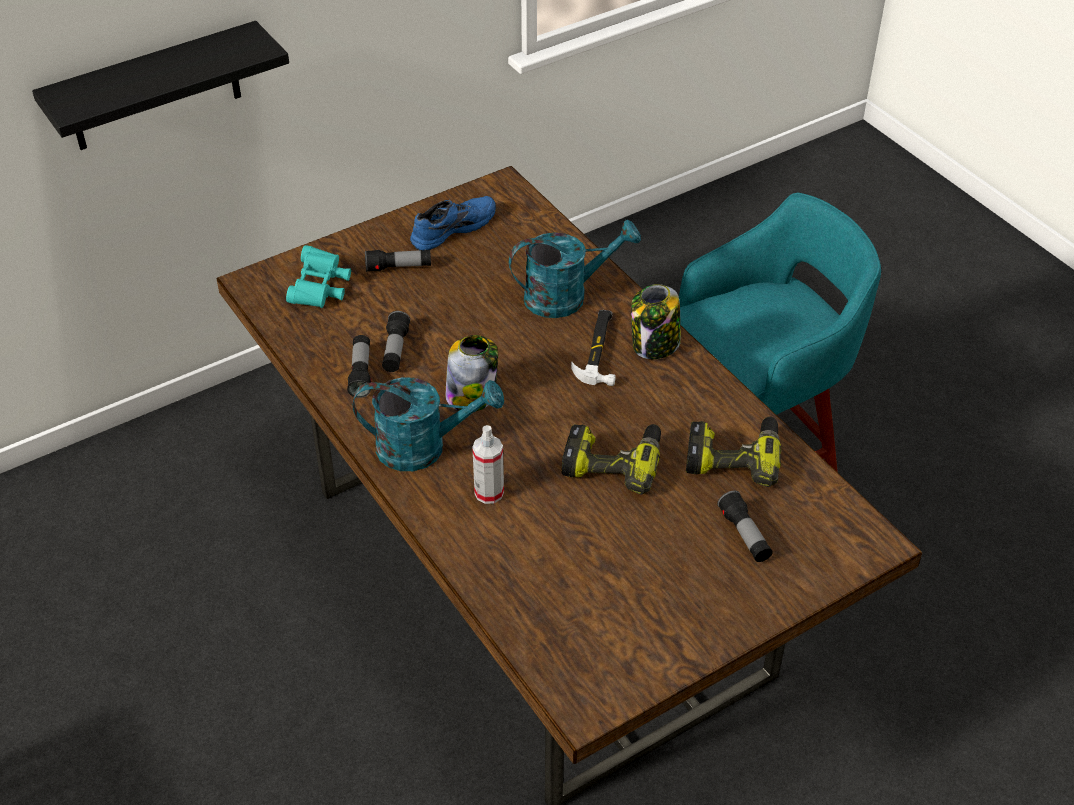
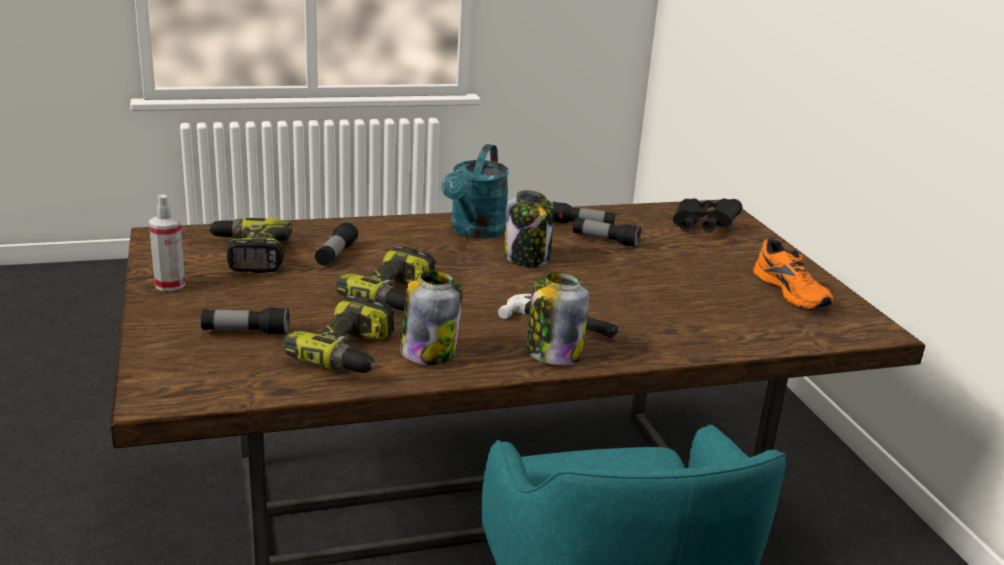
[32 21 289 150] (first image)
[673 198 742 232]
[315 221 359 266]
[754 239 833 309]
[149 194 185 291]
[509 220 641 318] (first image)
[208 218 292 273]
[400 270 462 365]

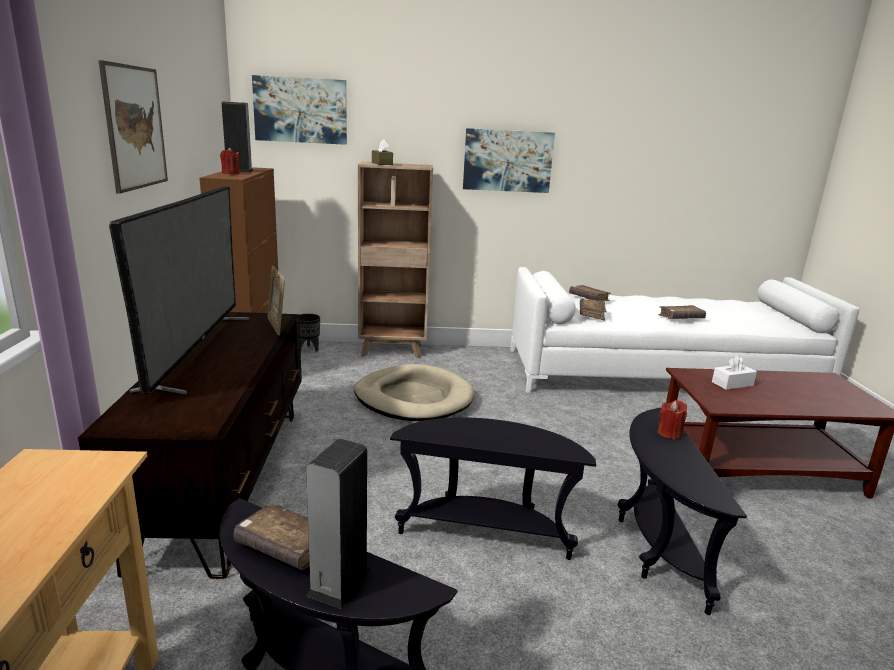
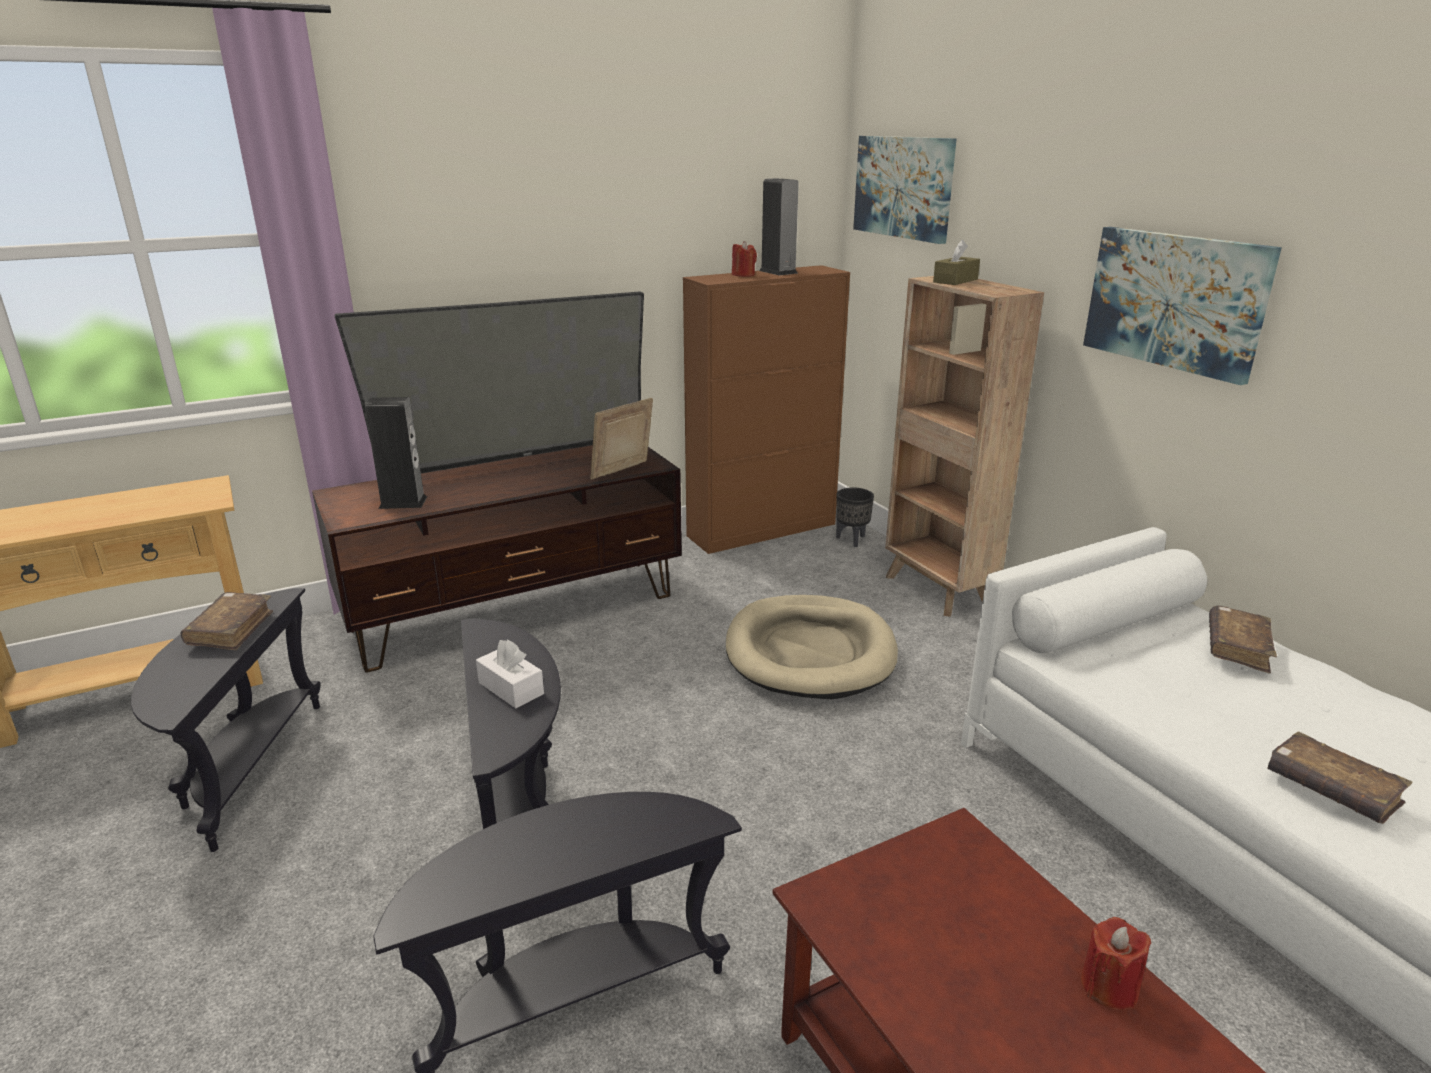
[98 60 168 194] (first image)
[365 397 427 509]
[580 298 607 321] (first image)
[1081 917 1151 1010]
[476 640 544 708]

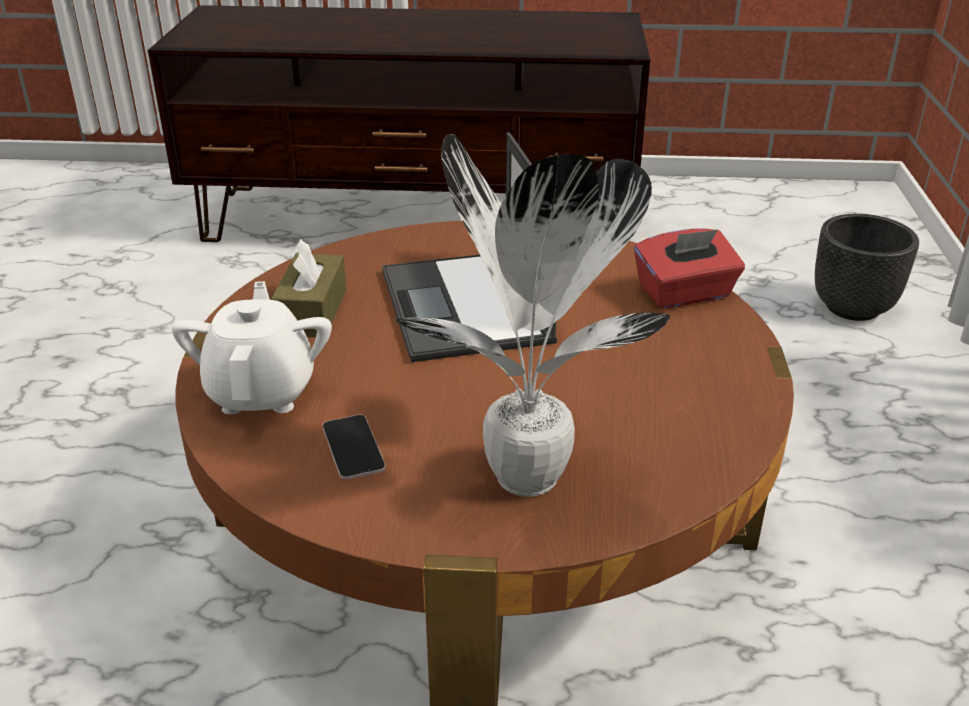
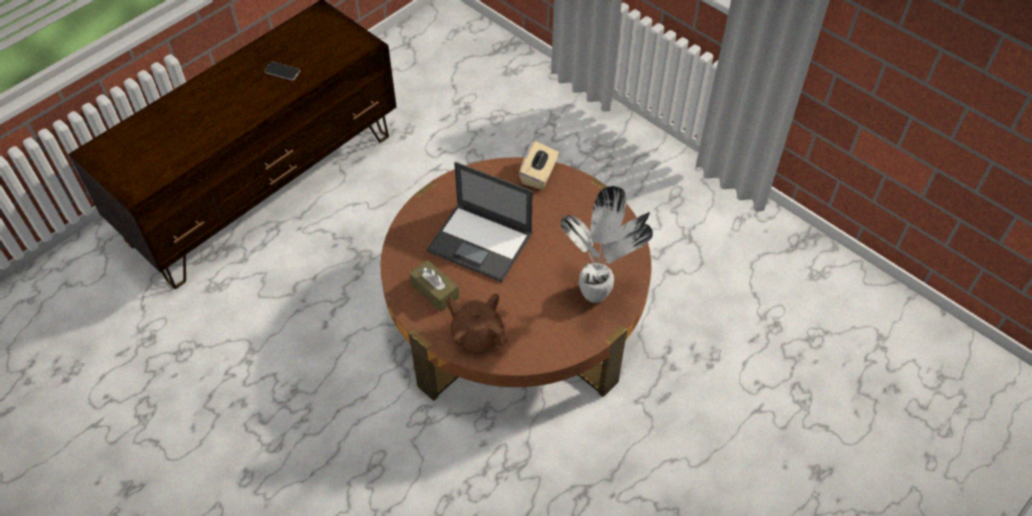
[445 293 507 354]
[264 62 300 80]
[519 141 559 189]
[815 214 919 321] (first image)

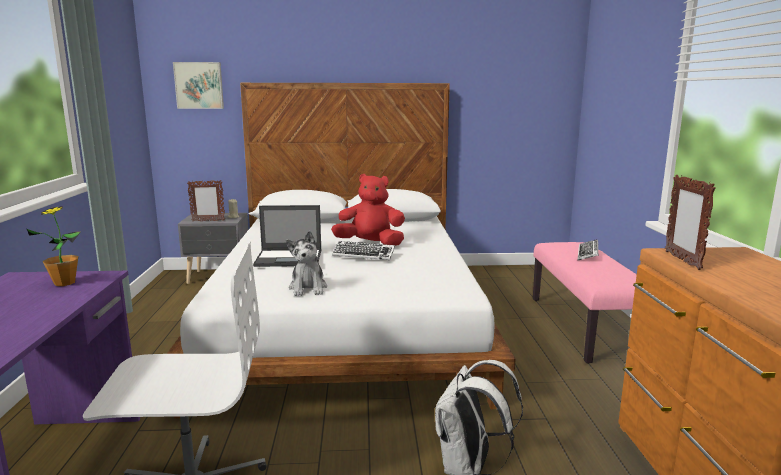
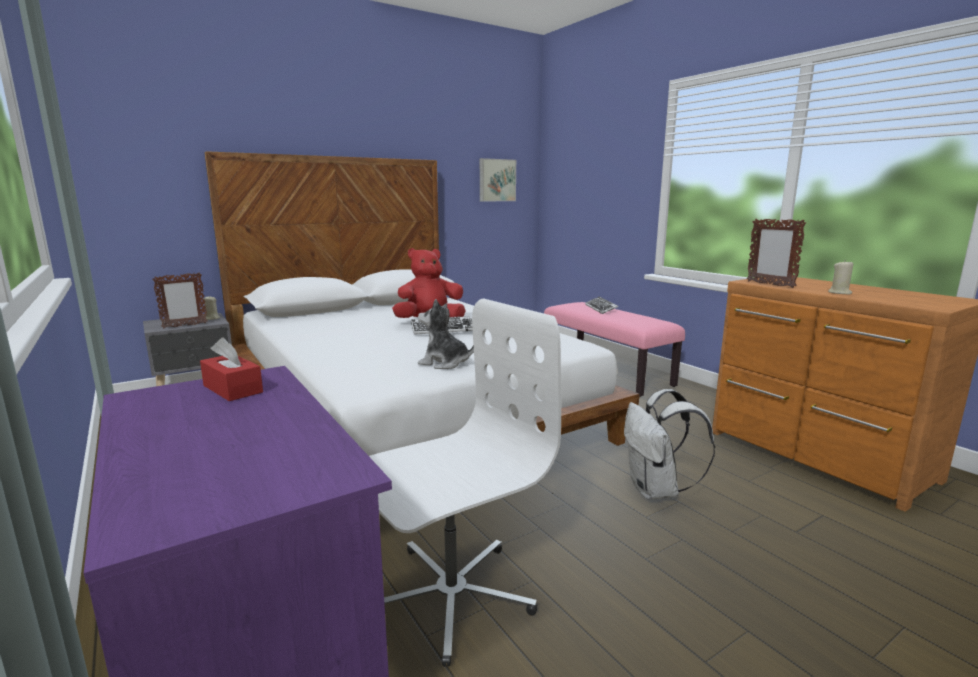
[200 337 263 401]
[480 158 516 201]
[253 205 321 267] (first image)
[418 299 474 369]
[828 260 853 295]

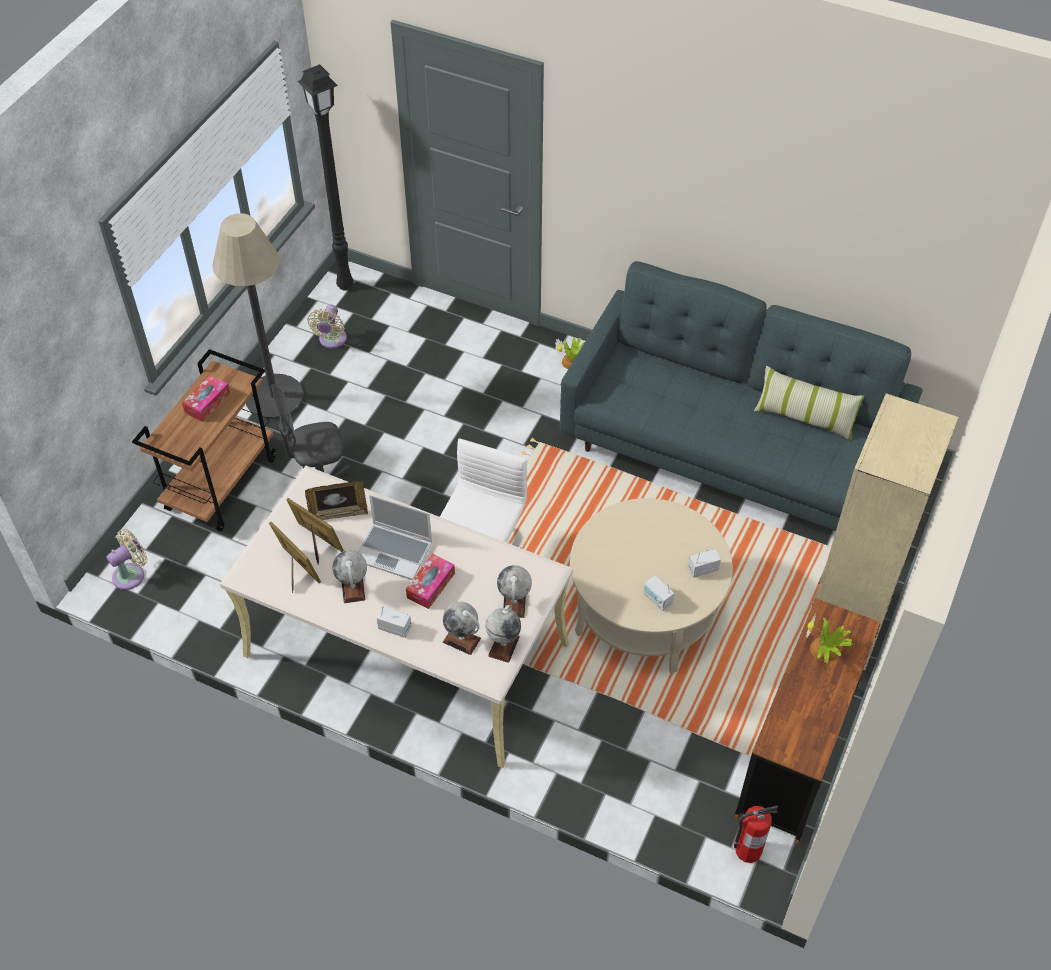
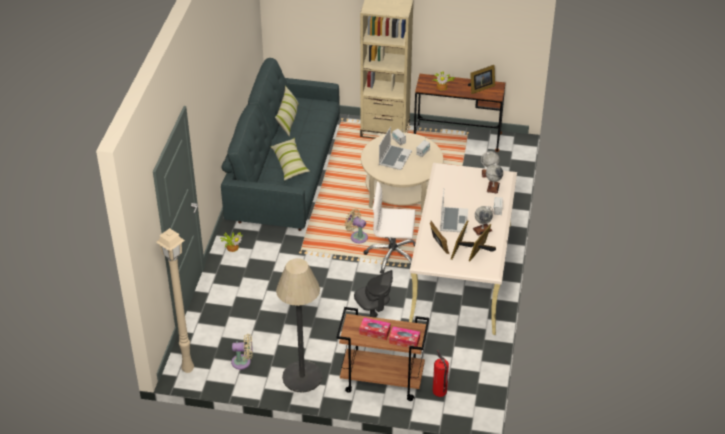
[345 209 368 243]
[156 228 194 373]
[389 326 420 347]
[497 565 532 618] (first image)
[433 350 449 397]
[271 138 310 181]
[379 127 412 170]
[468 65 495 94]

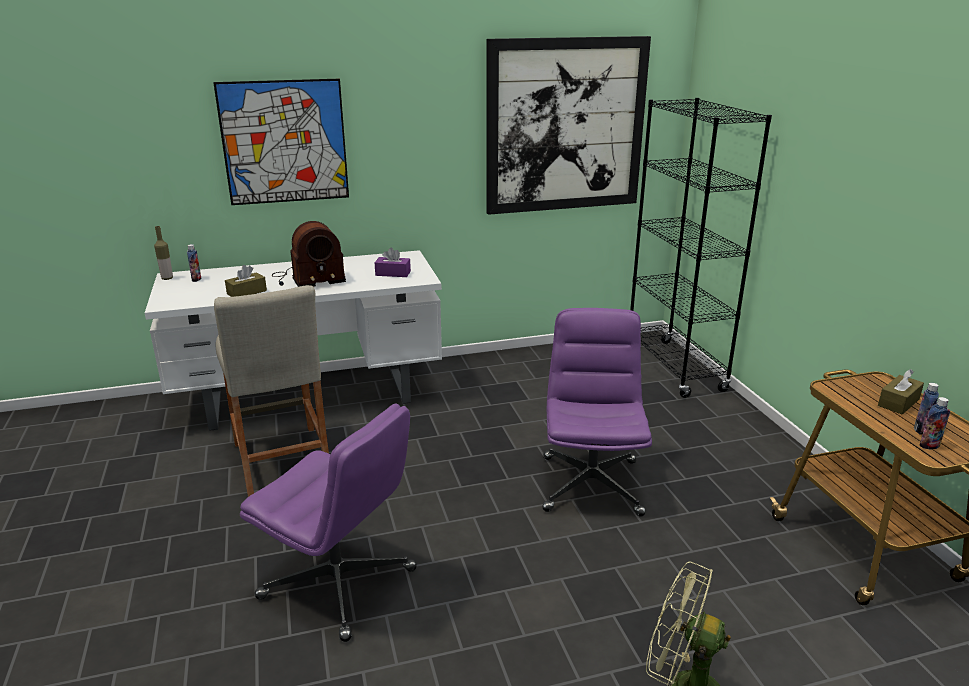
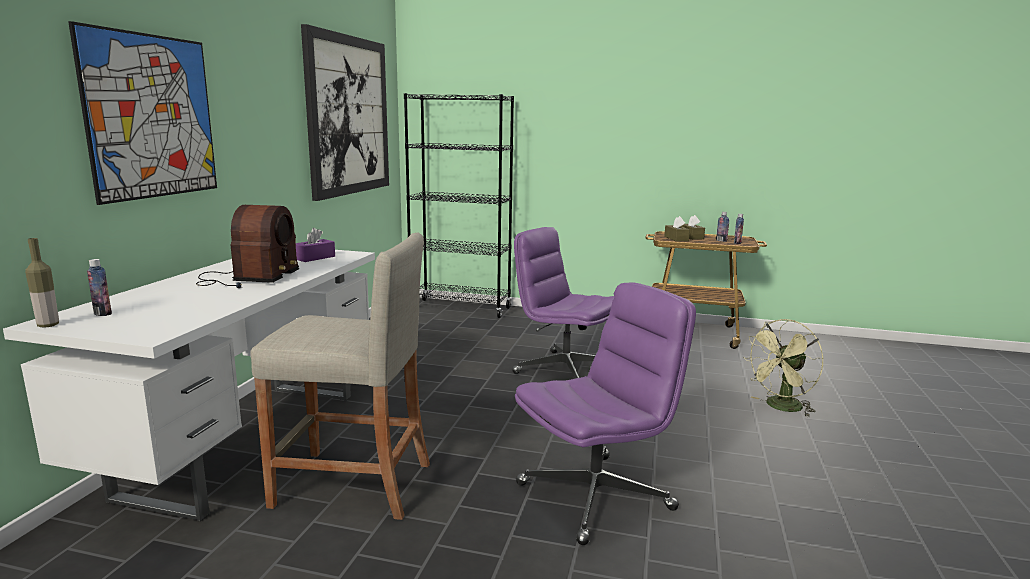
[664 216 690 241]

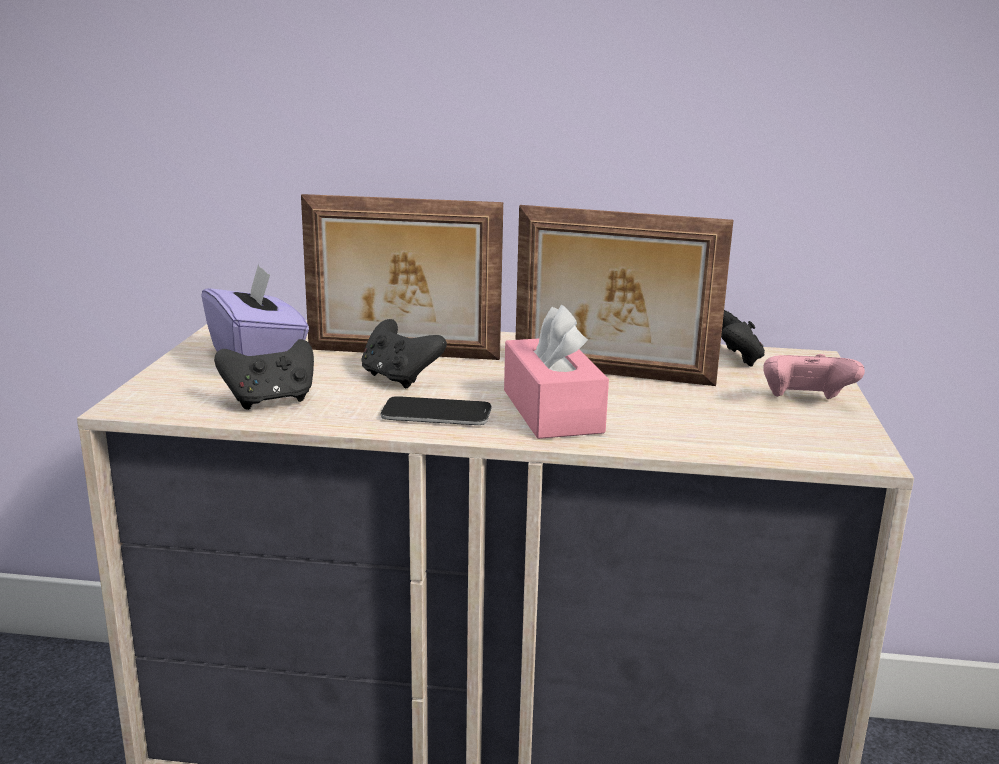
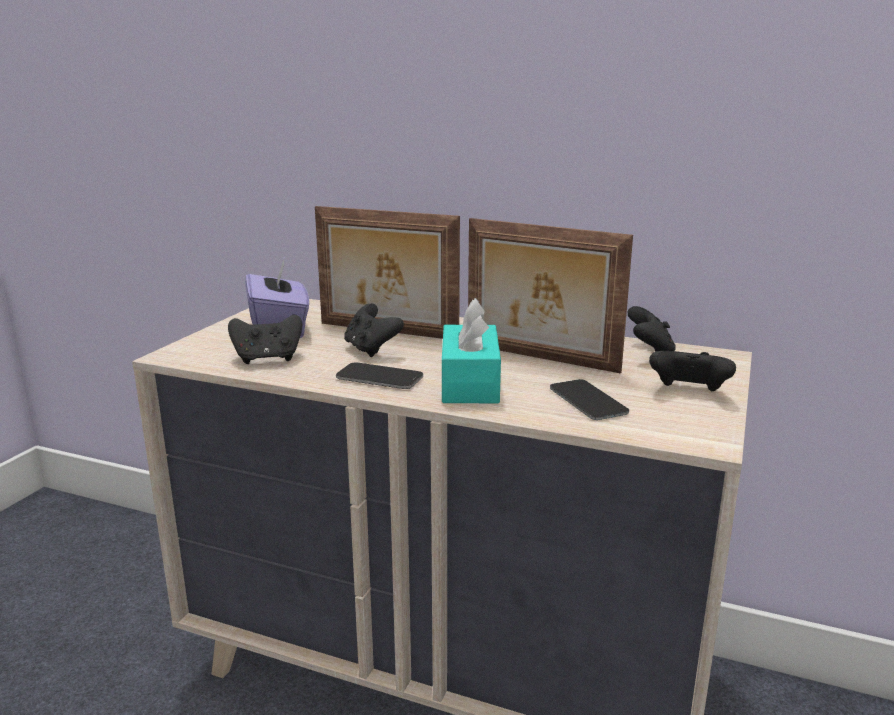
[442 298 501 403]
[649 351 736 391]
[550 379 629 420]

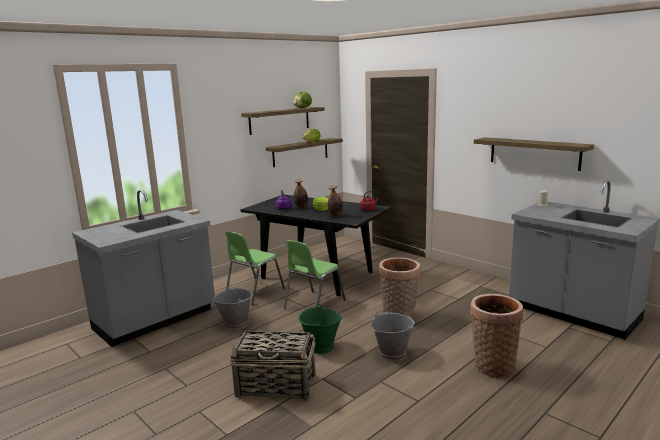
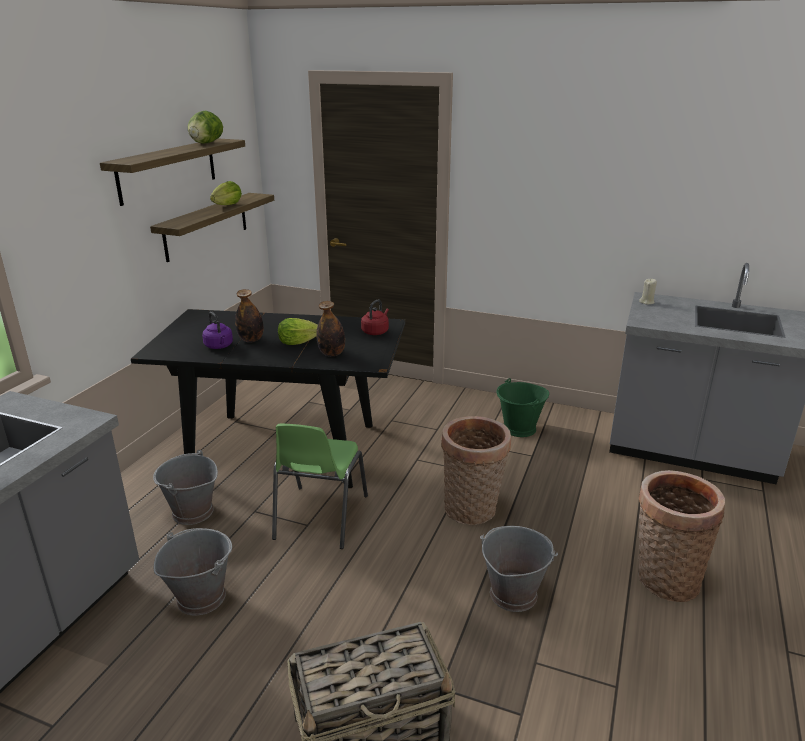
[153 450 218 525]
[496 378 549 437]
[474 137 594 171] (first image)

